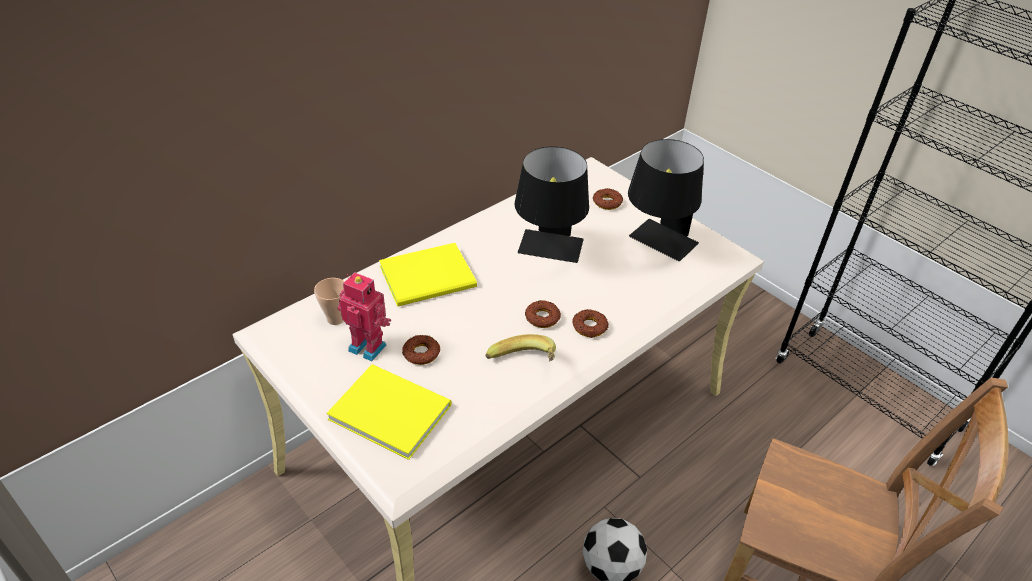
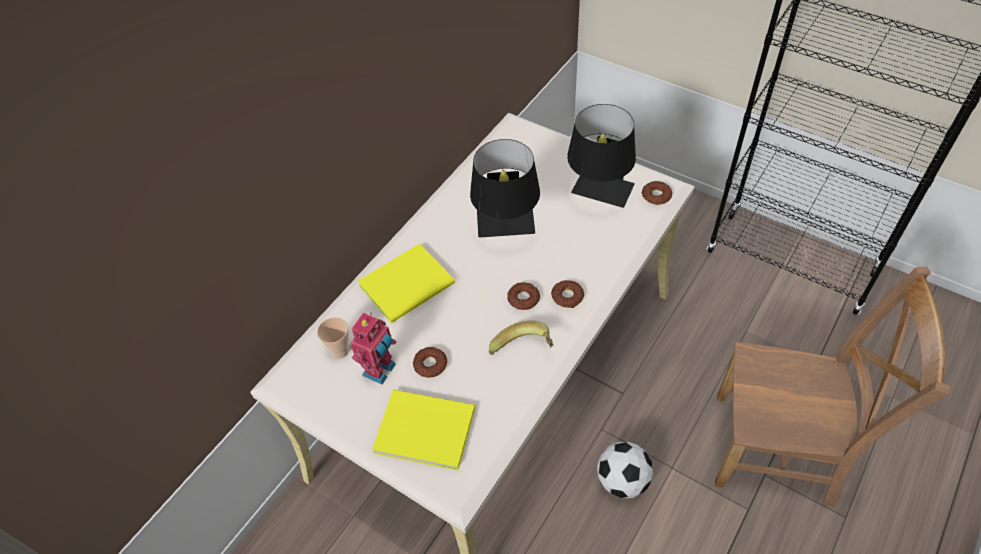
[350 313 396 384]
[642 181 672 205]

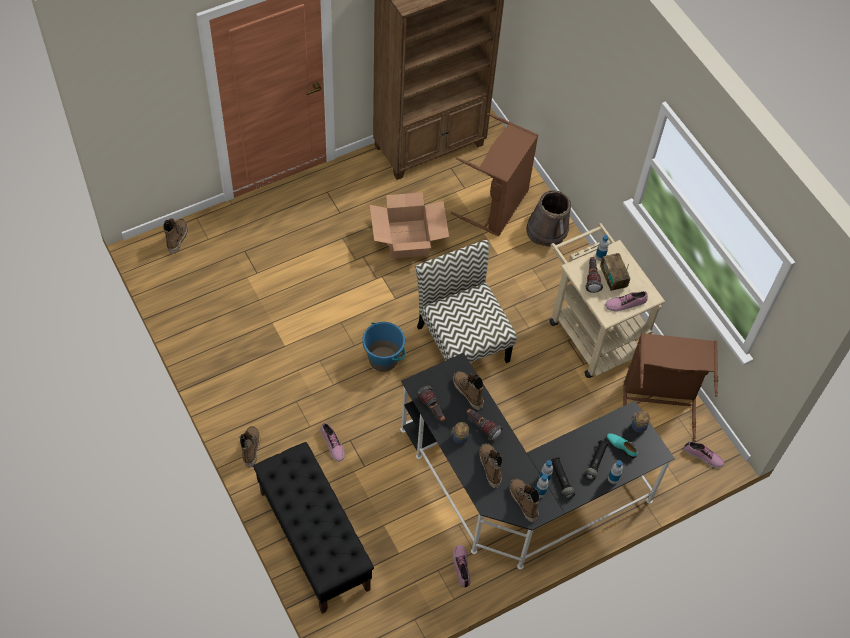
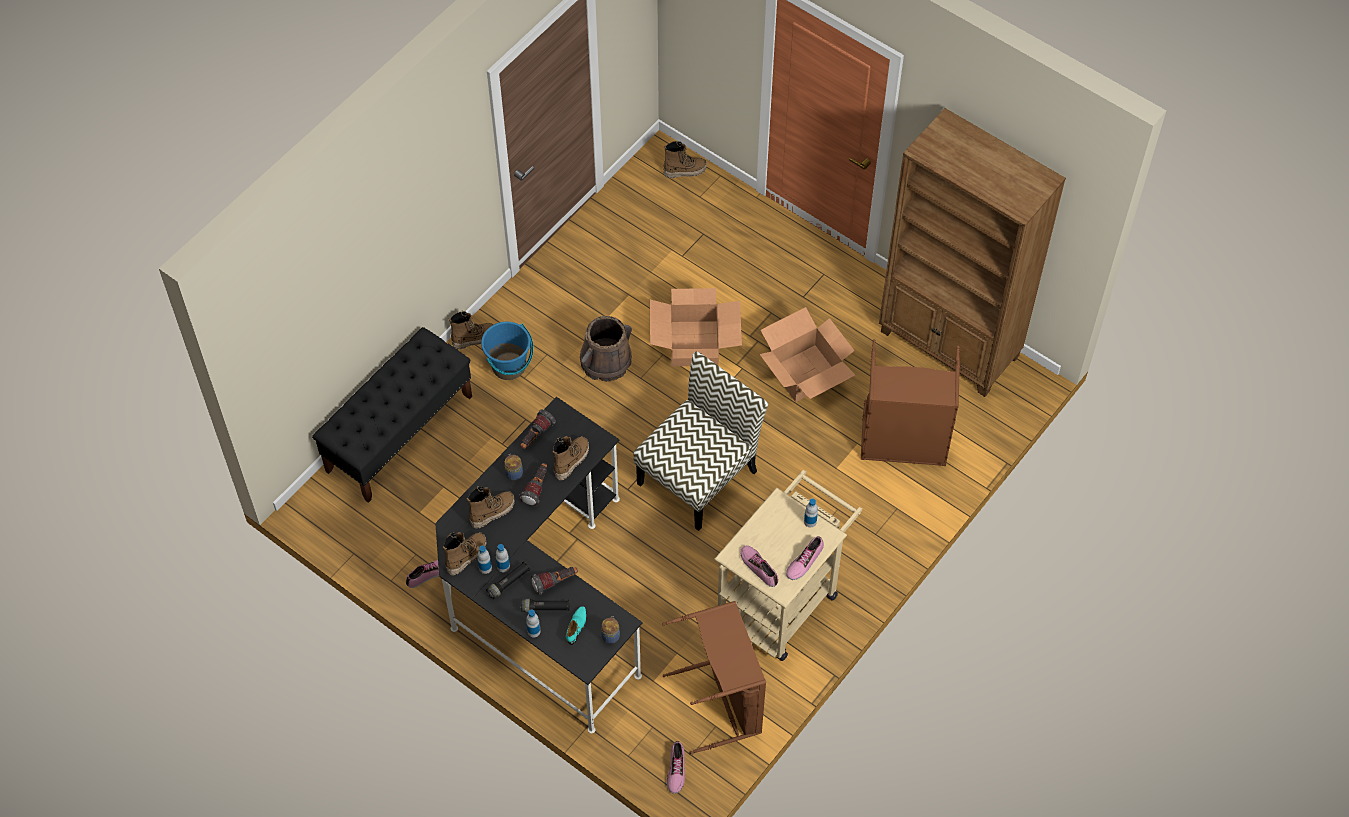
[786 536 824 580]
[481 322 533 380]
[580 316 632 382]
[531 567 578 595]
[600 253 630 291] (first image)
[650 288 742 366]

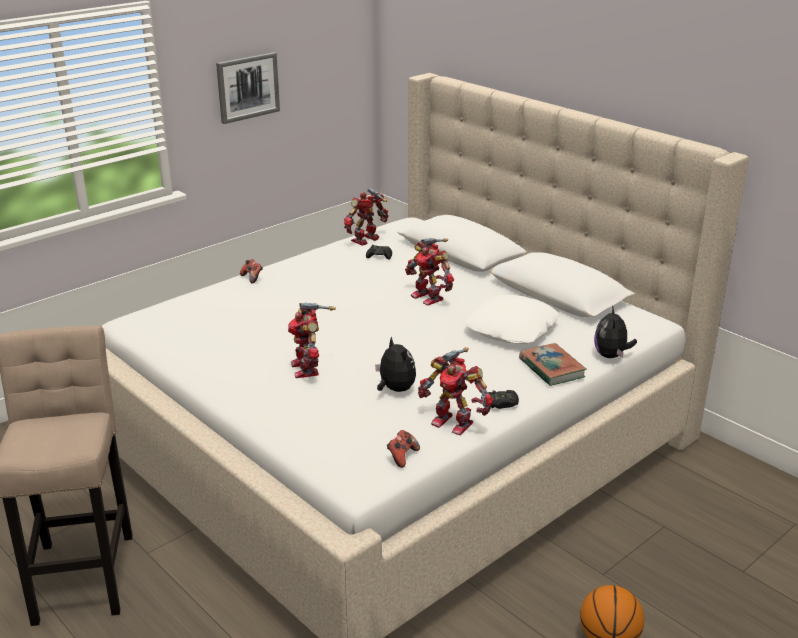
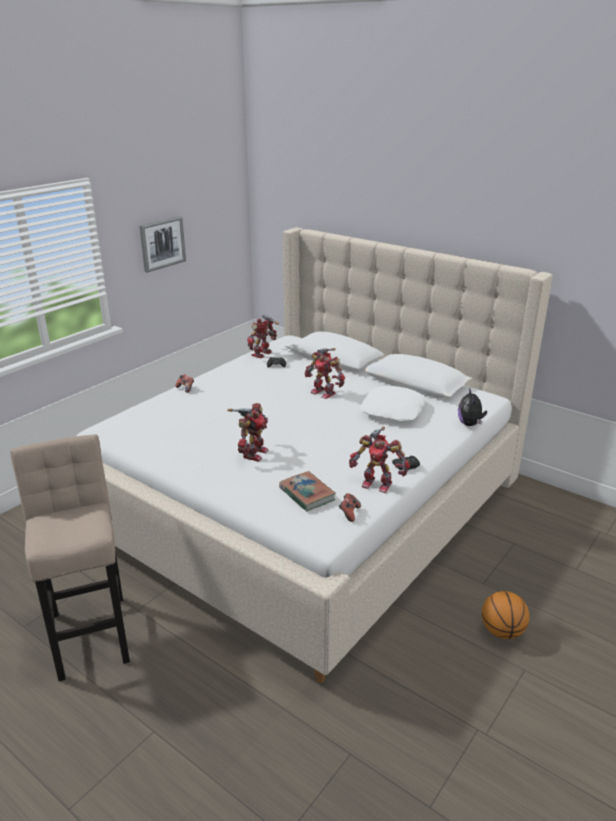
[227 403 269 462]
[375 336 416 392] (first image)
[279 471 336 512]

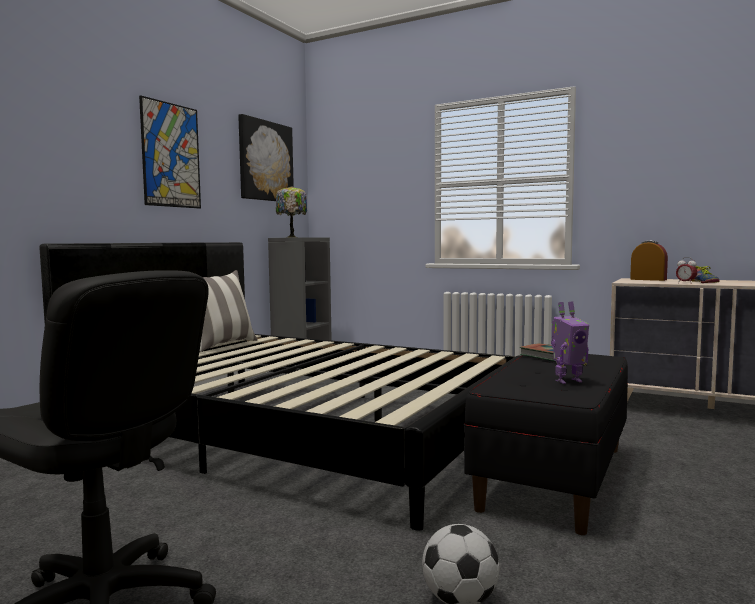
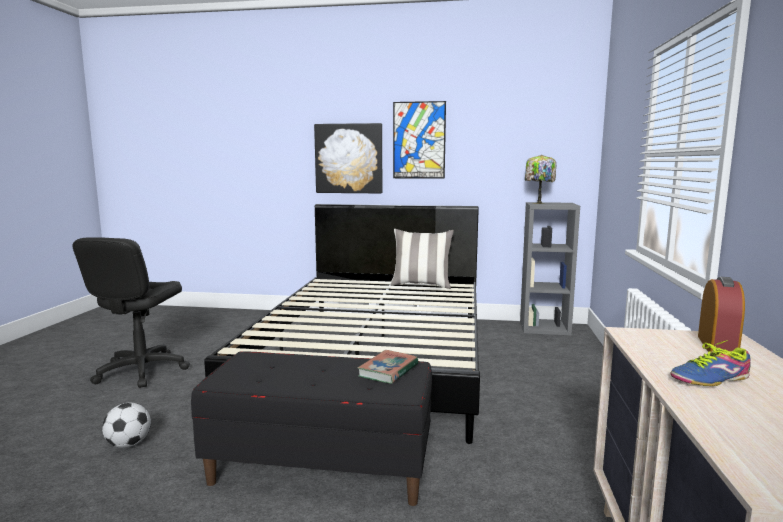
[314 123 382 194]
[551 302 589 384] (first image)
[676 257 697 284] (first image)

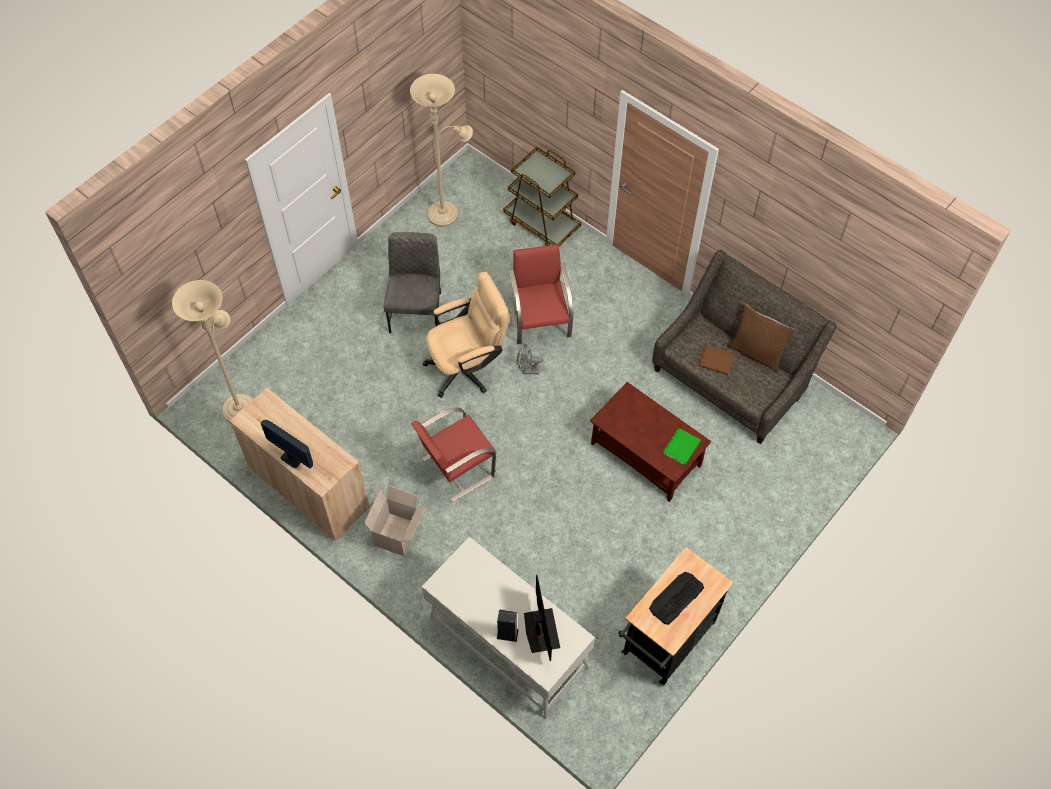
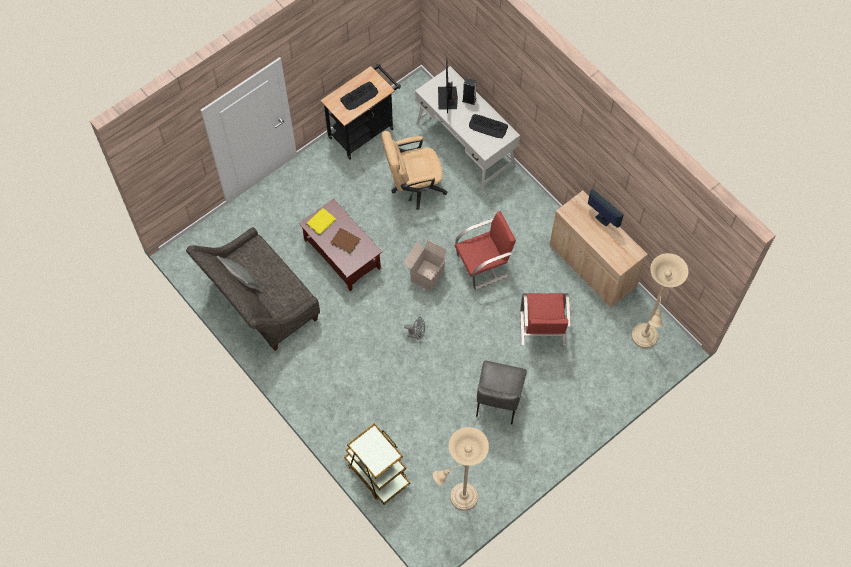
[404 240 448 292]
[381 131 448 210]
[520 293 571 345]
[306 208 336 235]
[331 228 360 254]
[217 256 263 292]
[469 114 508 138]

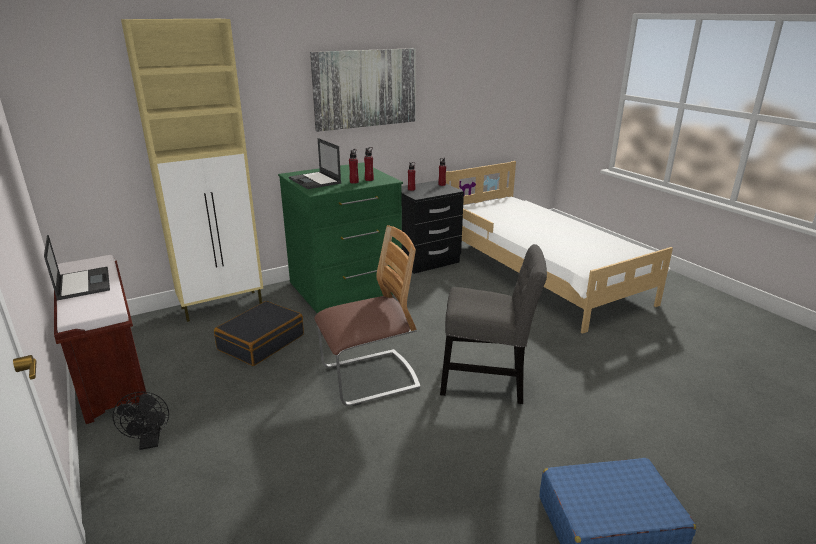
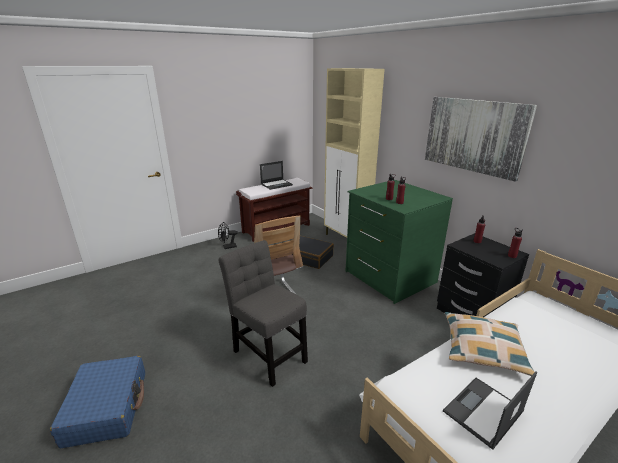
[443 371 537 450]
[218 240 308 387]
[445 312 535 376]

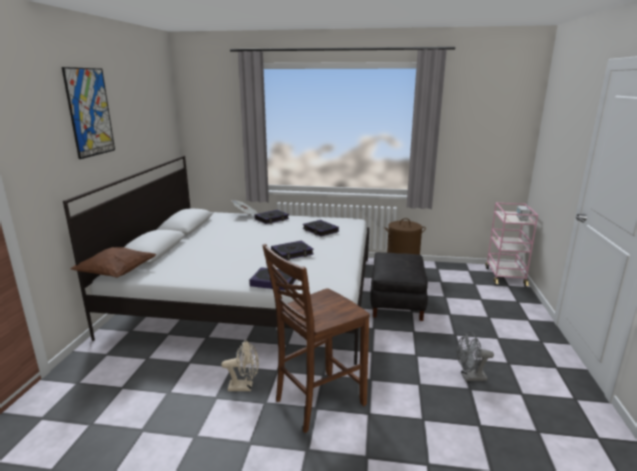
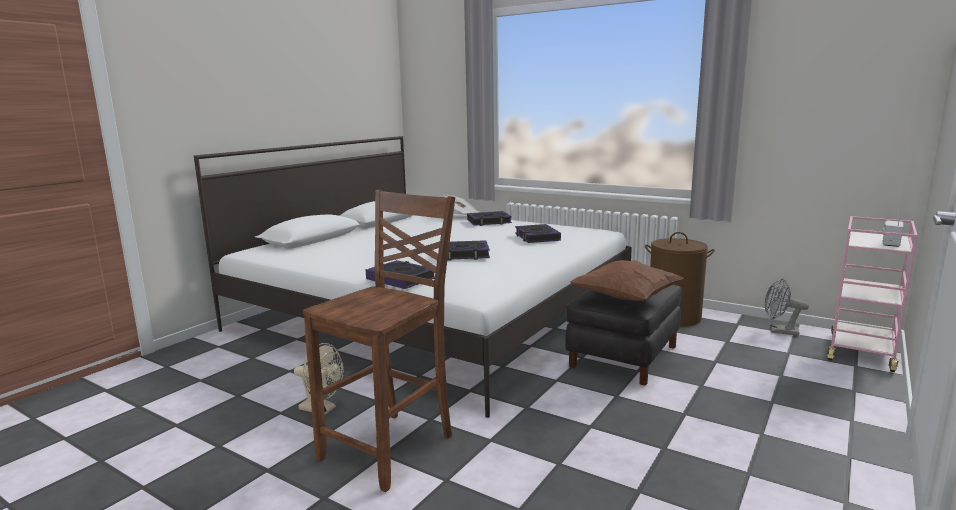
[62 67 115 159] (first image)
[570 260 684 301]
[303 190 455 492]
[765 279 809 336]

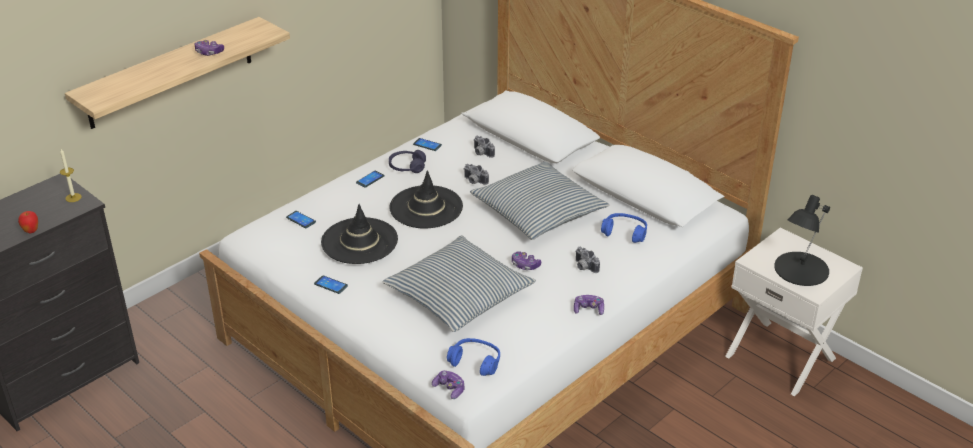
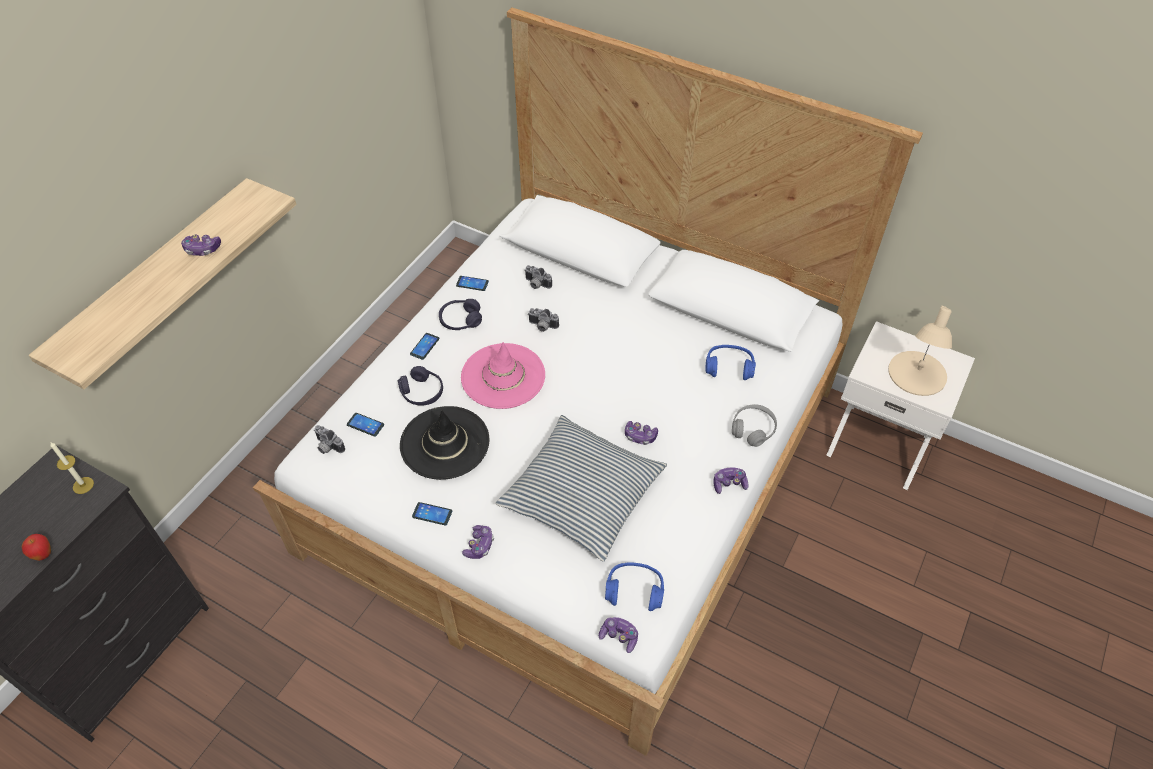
[461 342 545 409]
[470 161 610 240] (first image)
[314 425 345 454]
[888 305 952 396]
[398 366 443 405]
[462 525 494 559]
[732 404 777 447]

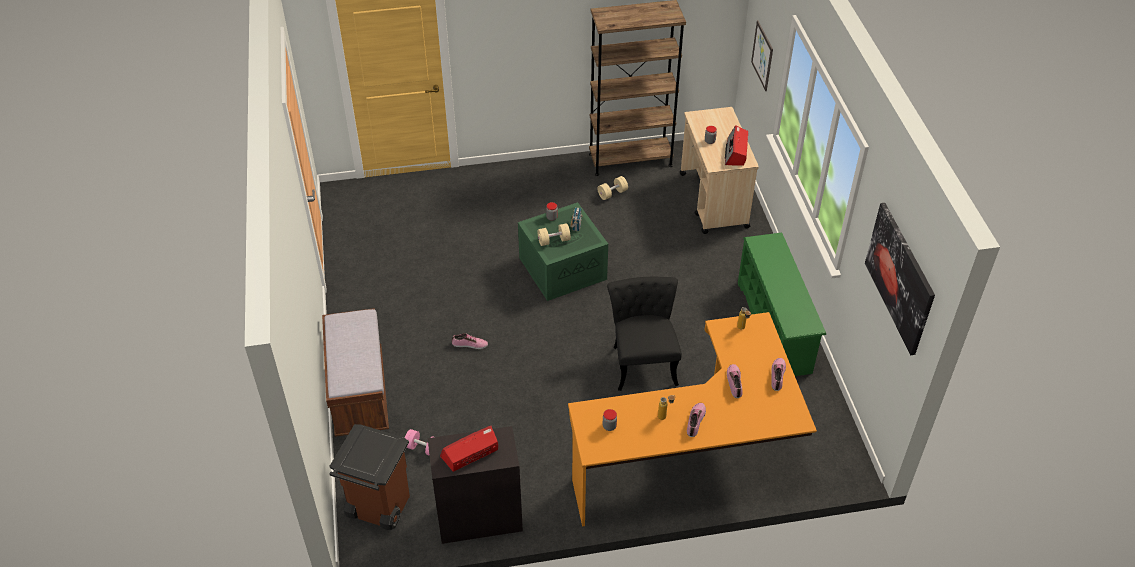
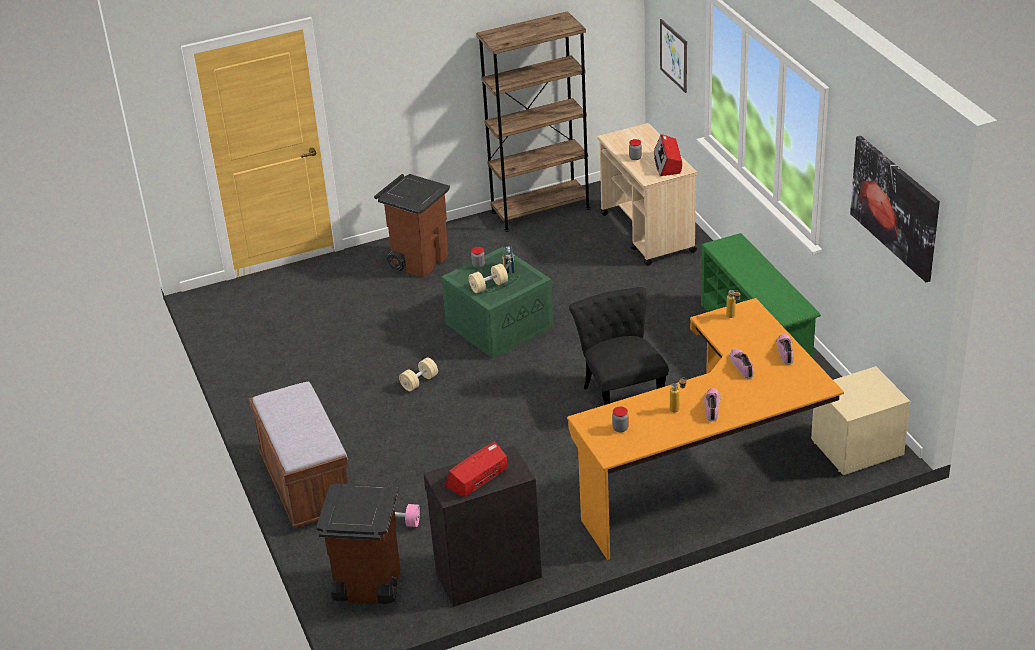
[452 333 488 349] (first image)
[399 358 438 391]
[374 174 450 278]
[811 366 910 475]

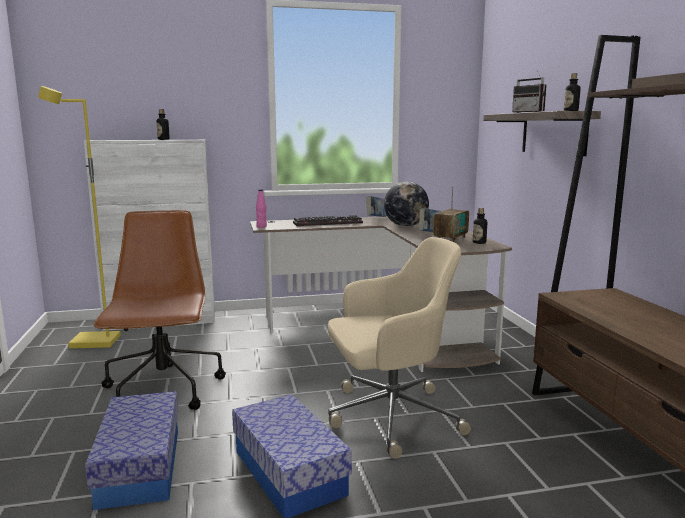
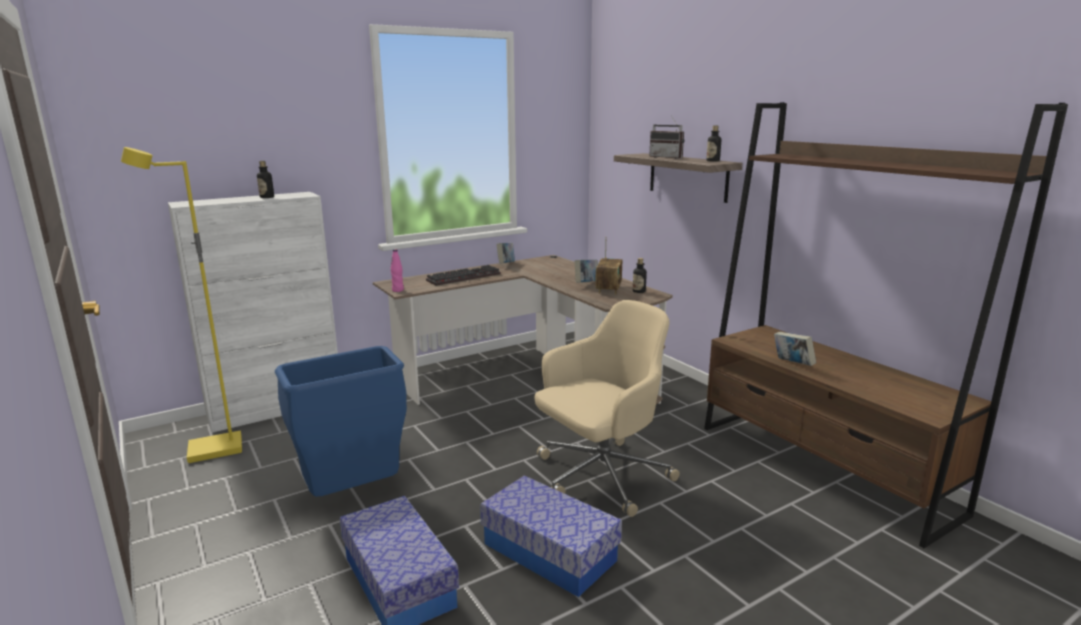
[275 346 407 496]
[384 181 429 227] (first image)
[774 332 816 366]

